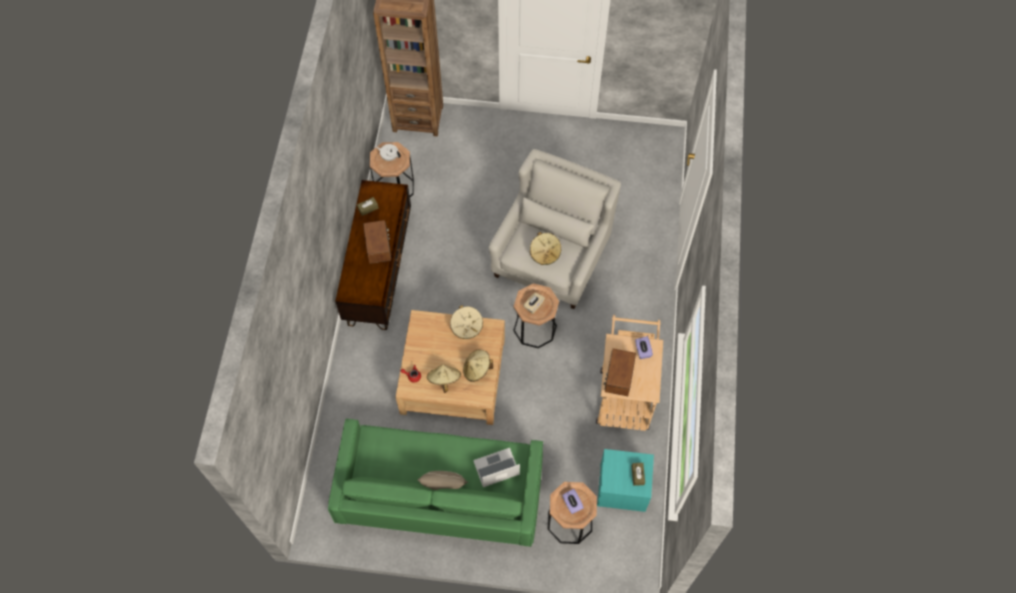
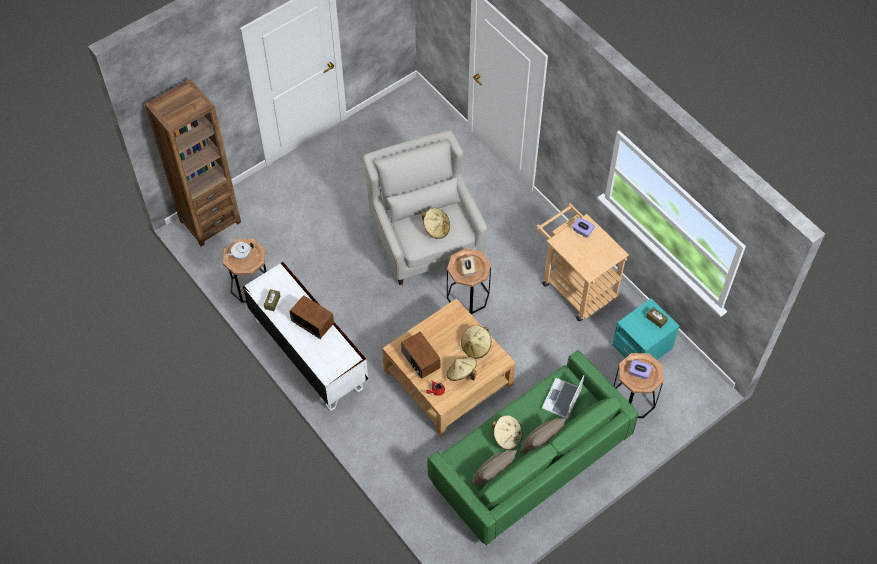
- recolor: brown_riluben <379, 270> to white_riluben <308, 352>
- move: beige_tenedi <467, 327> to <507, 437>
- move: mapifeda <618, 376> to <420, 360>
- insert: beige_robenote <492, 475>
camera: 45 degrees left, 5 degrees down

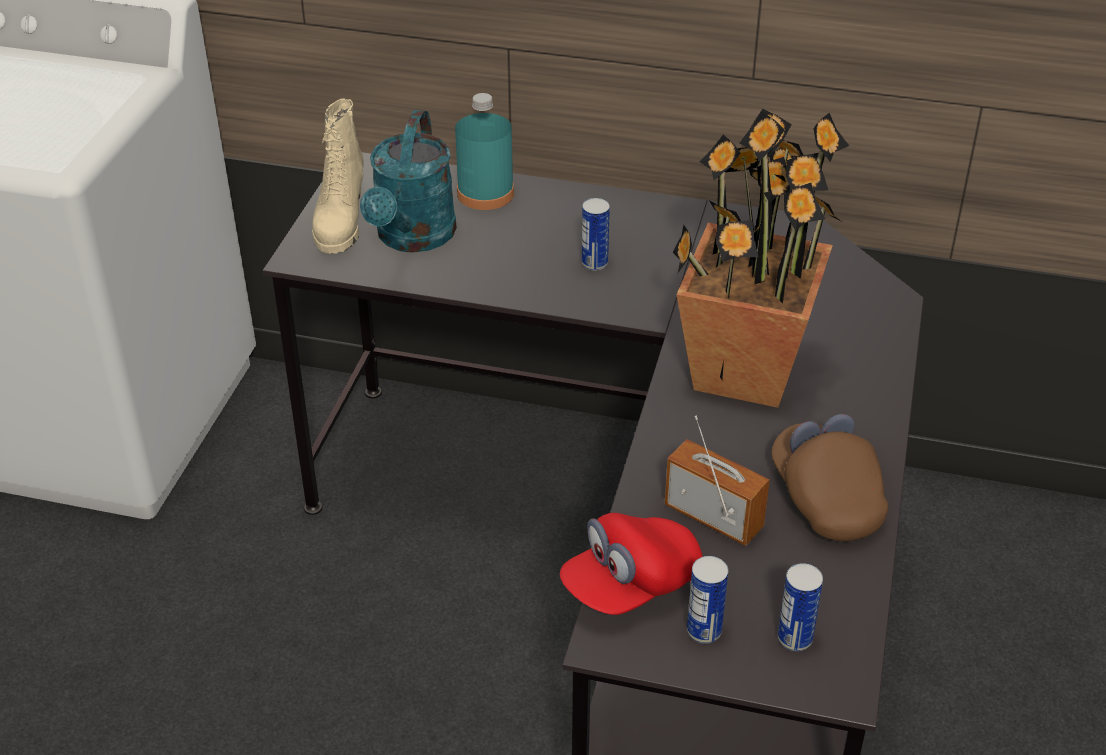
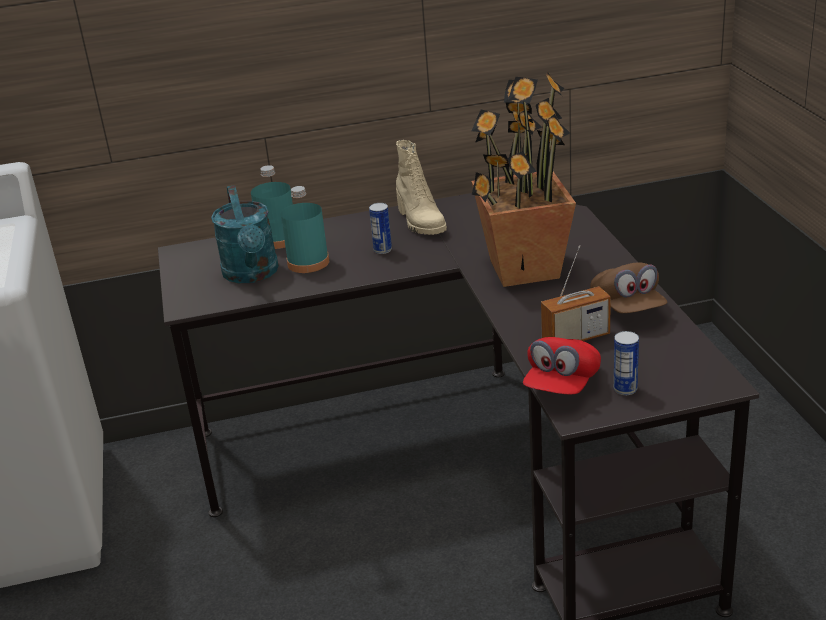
- move: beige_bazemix <340, 223> to <420, 222>
- rotate: mapifeda <713, 517> = <576, 338> 150 degrees clockwise
- rotate: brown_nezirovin <825, 498> = <628, 307> 150 degrees counterclockwise
- delete: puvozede <794, 638>
- insert: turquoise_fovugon <308, 263>
camera: 25 degrees left, 10 degrees down

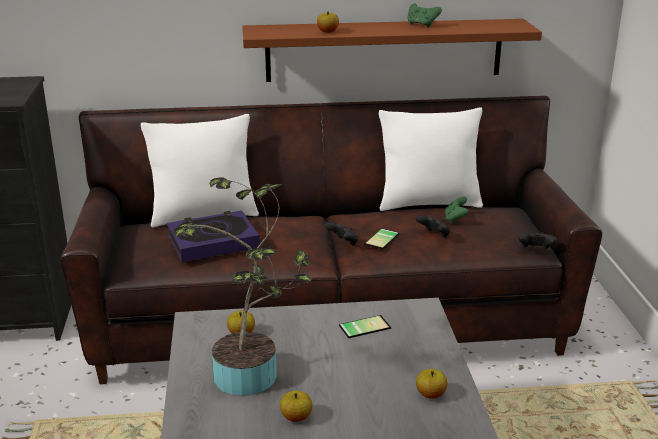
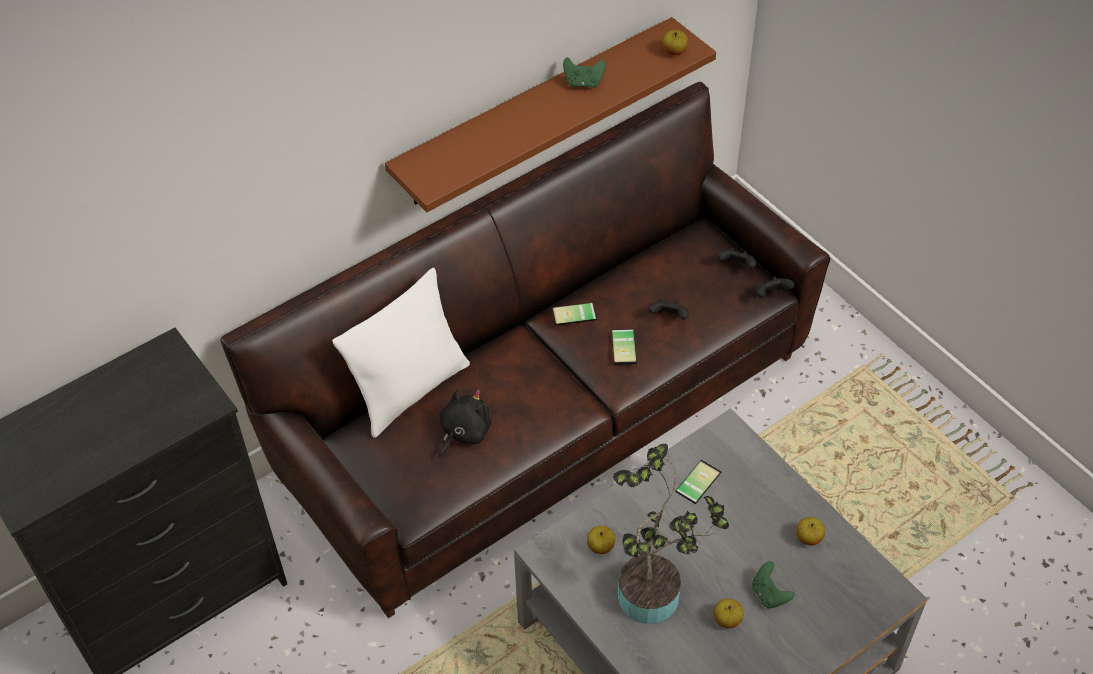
- replace: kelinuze <213, 242> to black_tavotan <463, 432>
- move: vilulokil <327, 32> to <674, 52>
- move: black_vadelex <343, 243> to <737, 266>
- delete: white_robenote <429, 203>
- move: green_vadelex <455, 219> to <769, 594>
- insert: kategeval <574, 316>
camera: 30 degrees left, 25 degrees up

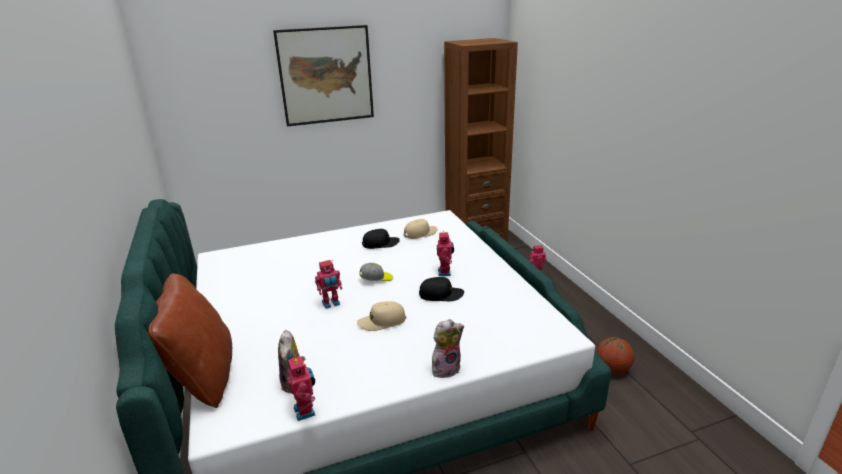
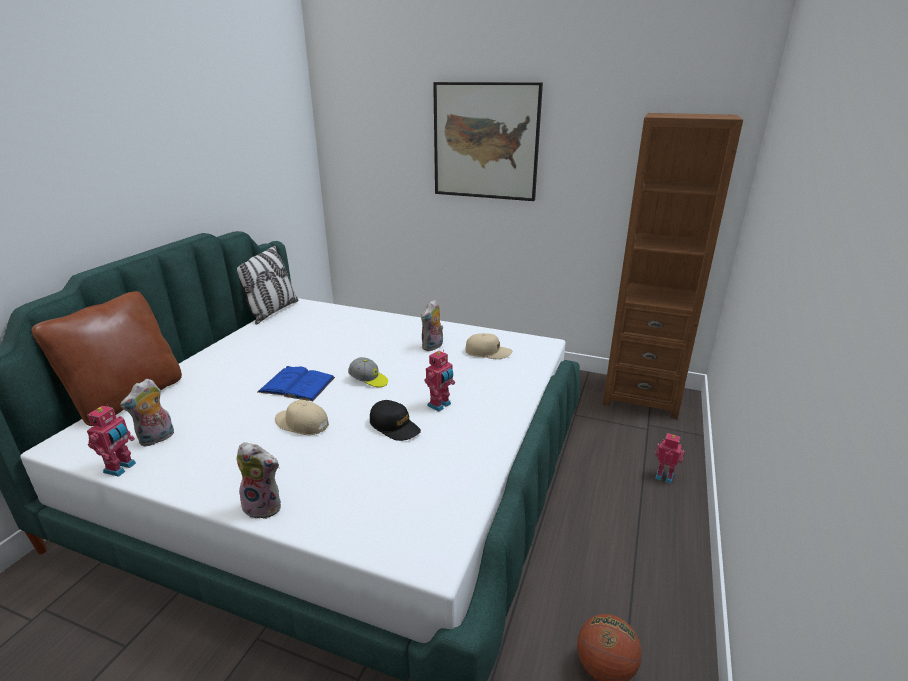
- replace: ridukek <331, 304> to blue_kelinuze <297, 384>
- replace: black_nezirovin <380, 243> to tavotan <433, 347>
- insert: robenote <272, 311>
camera: 40 degrees right, 0 degrees up

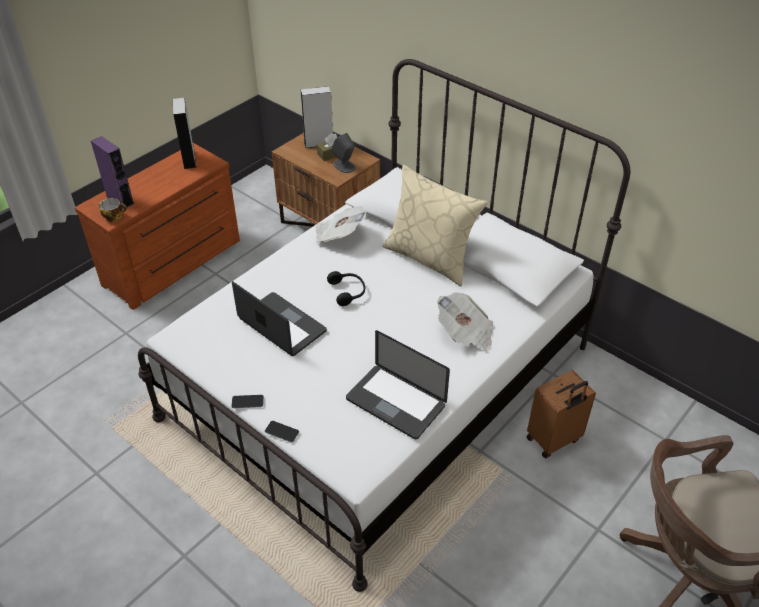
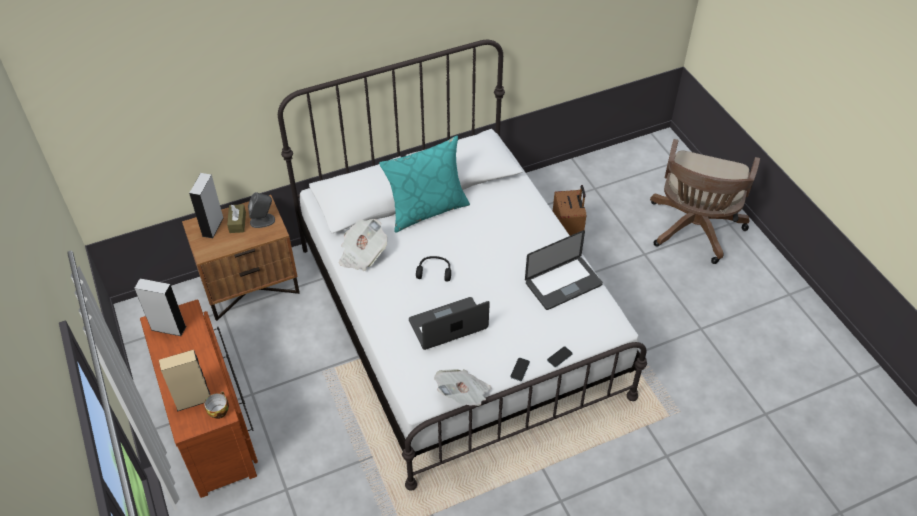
- recolor: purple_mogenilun <120, 199> to beige_mogenilun <193, 400>
- recolor: beige_robenote <430, 258> to turquoise_robenote <427, 209>
- move: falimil <465, 333> to <463, 394>
camera: 65 degrees left, 5 degrees up

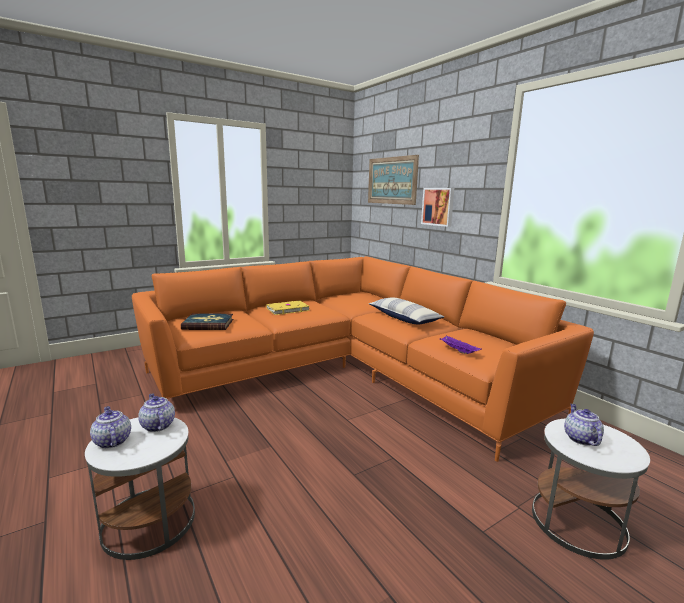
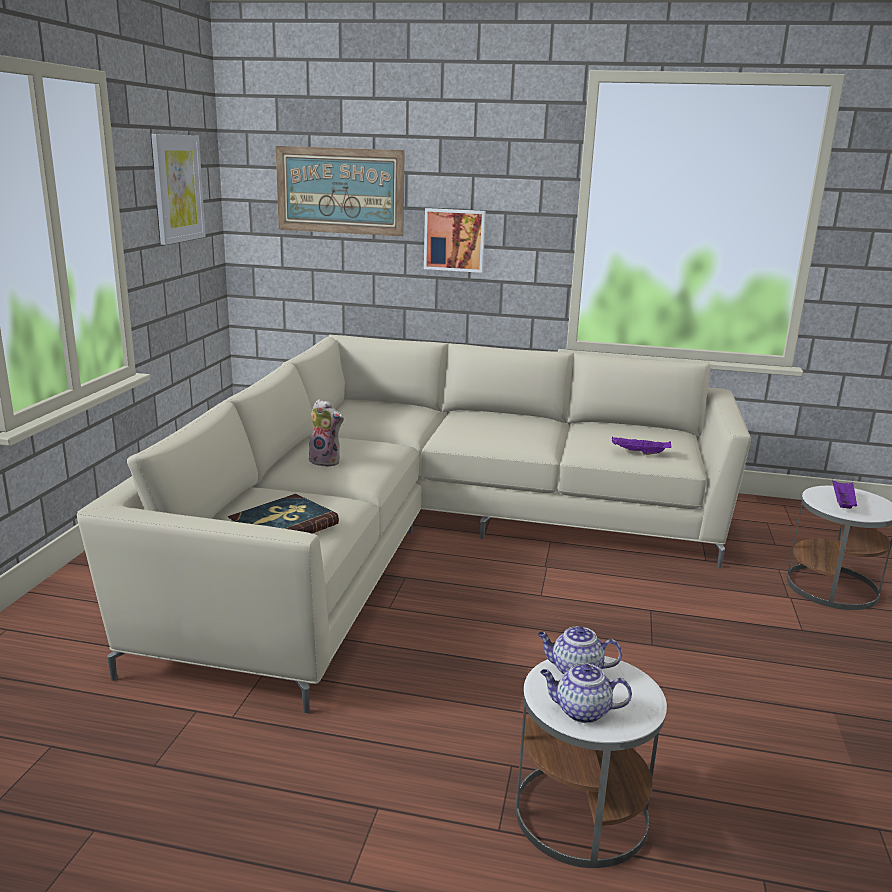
- recolor: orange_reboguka <347, 371> to beige_reboguka <425, 537>
- replace: yellow_kelinuze <287, 309> to tavotan <326, 461>
- delete: robenote <404, 318>
- replace: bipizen <580, 438> to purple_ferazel <842, 503>
- insert: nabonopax <177, 188>
camera: 45 degrees left, 5 degrees up

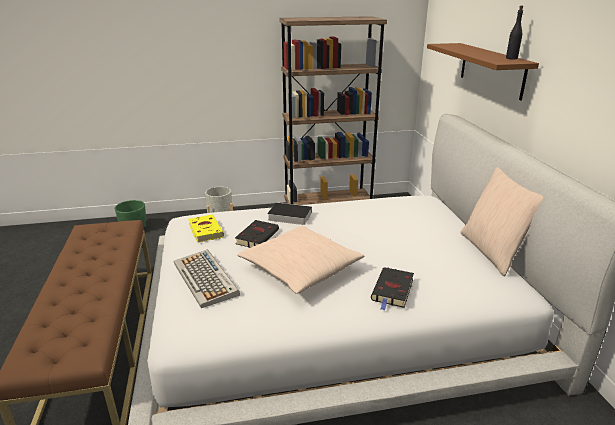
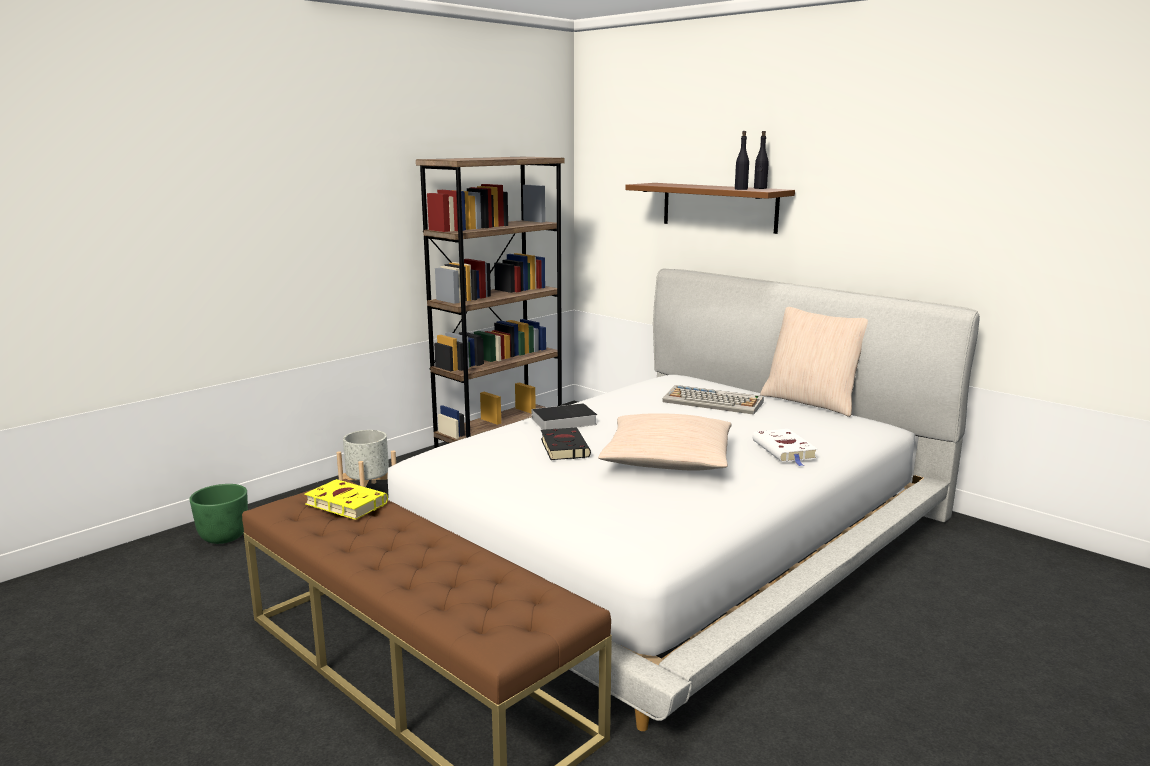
- move: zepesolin <206, 279> to <714, 402>
- move: yellow_kelinuze <205, 230> to <344, 503>
- recolor: black_kelinuze <392, 291> to white_kelinuze <785, 450>
- insert: black_fovugon <741, 189>
camera: 35 degrees left, 10 degrees down

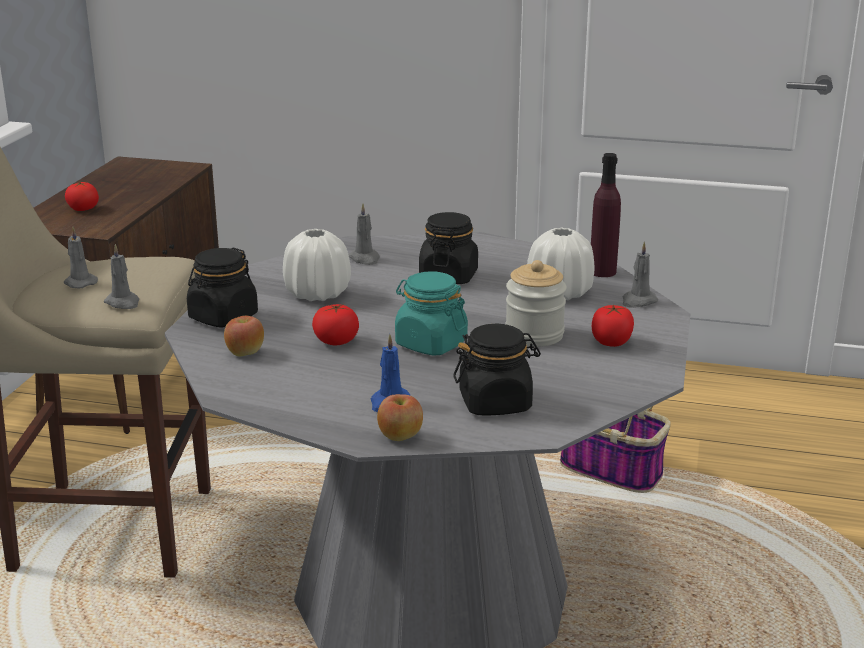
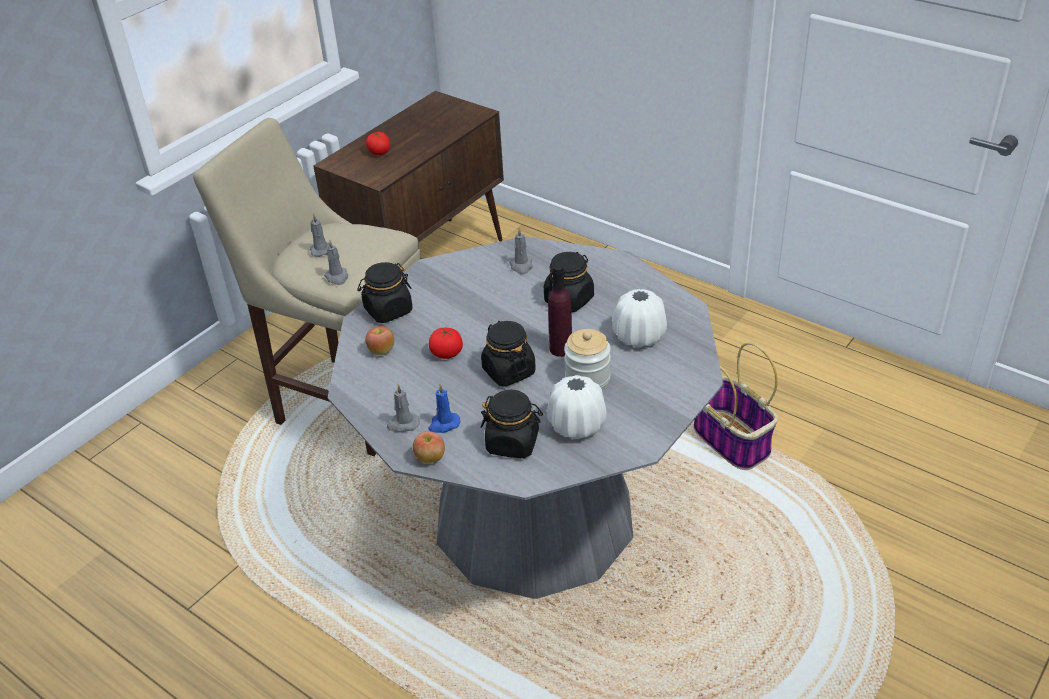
- move: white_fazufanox <317, 294> to <577, 425>
- recolor: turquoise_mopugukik <430, 344> to black_mopugukik <508, 371>
- move: purple_fovugon <602, 272> to <561, 349>
- delete: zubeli <611, 342>
- move: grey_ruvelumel <638, 301> to <403, 424>
camera: 25 degrees right, 15 degrees up

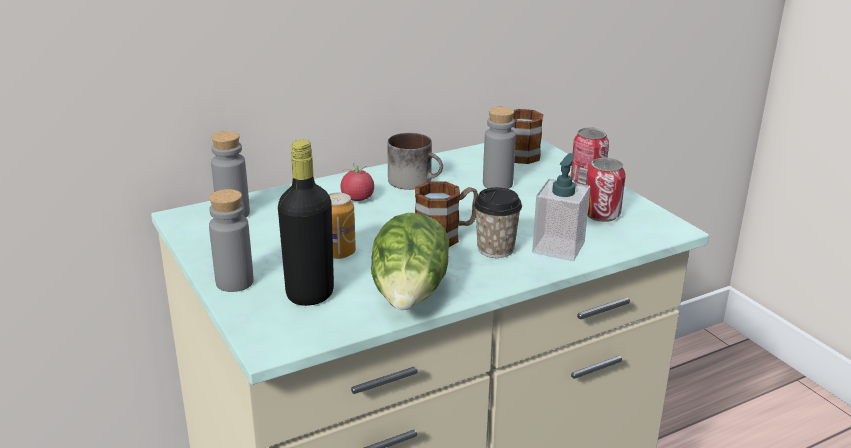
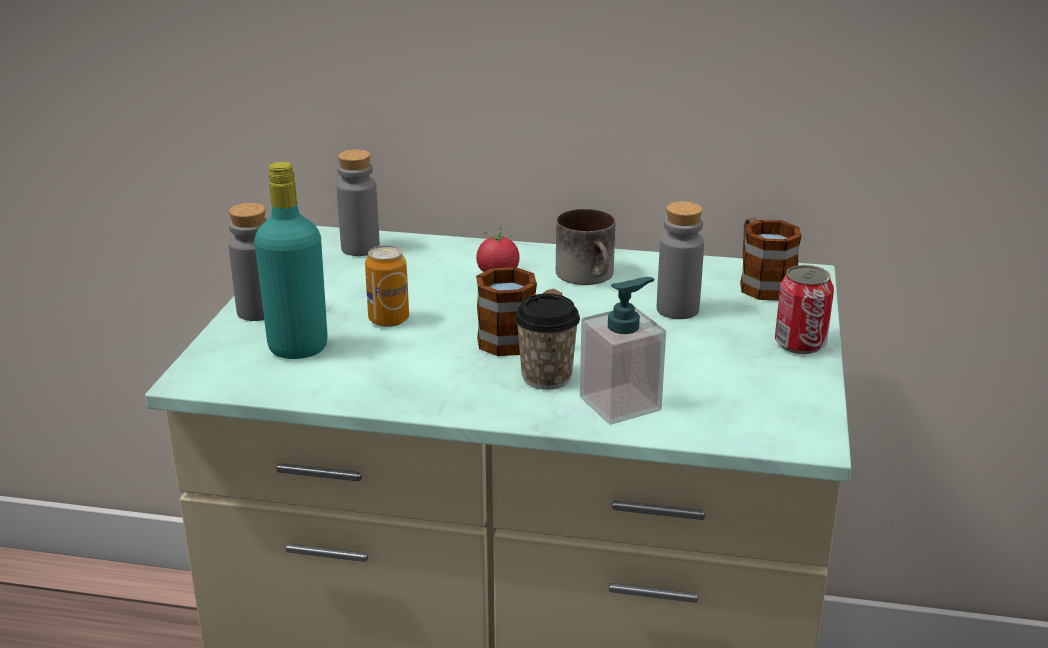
- recolor: black_fovugon <310, 294> to turquoise_fovugon <298, 348>
- delete: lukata <410, 295>
- delete: puvozede <601, 215>
camera: 40 degrees right, 0 degrees up

